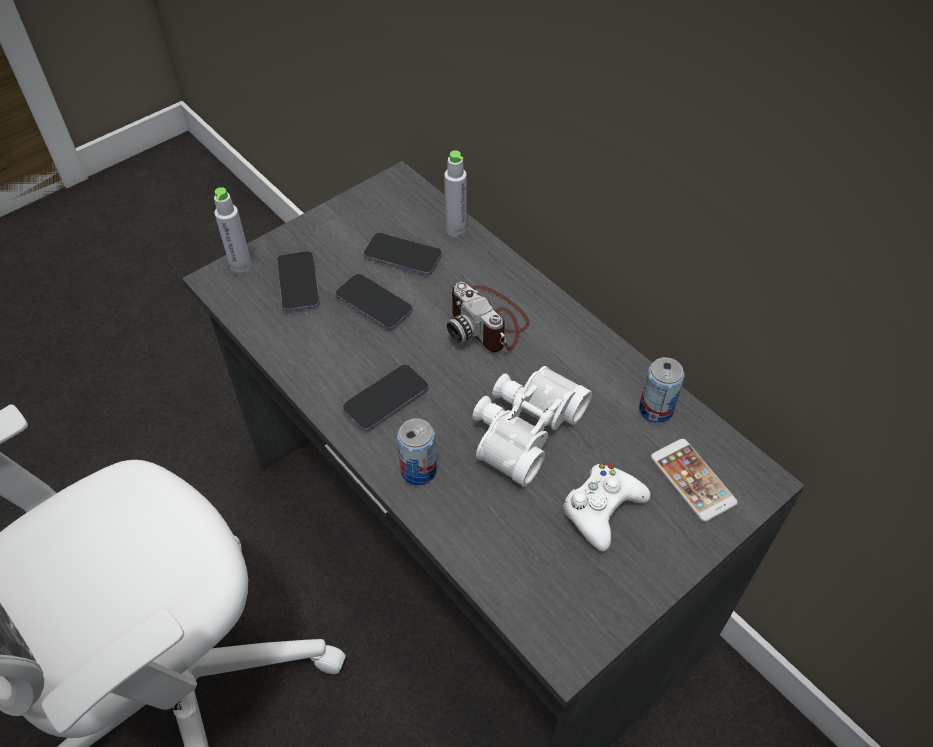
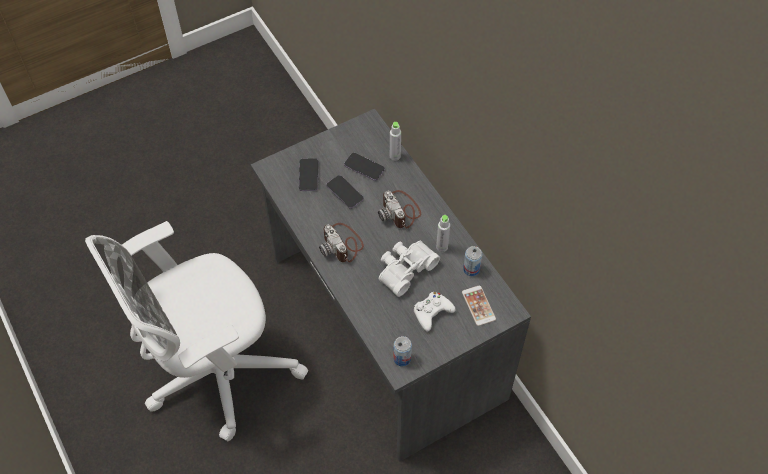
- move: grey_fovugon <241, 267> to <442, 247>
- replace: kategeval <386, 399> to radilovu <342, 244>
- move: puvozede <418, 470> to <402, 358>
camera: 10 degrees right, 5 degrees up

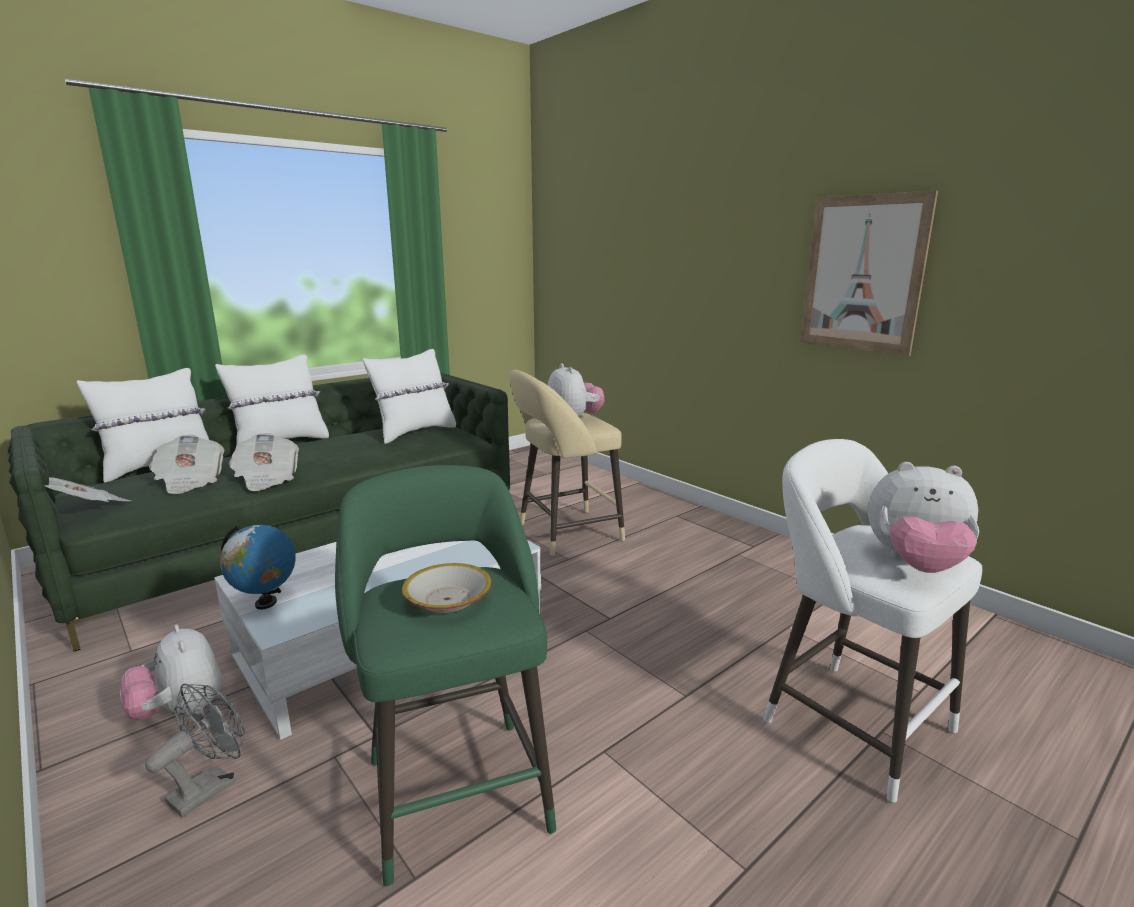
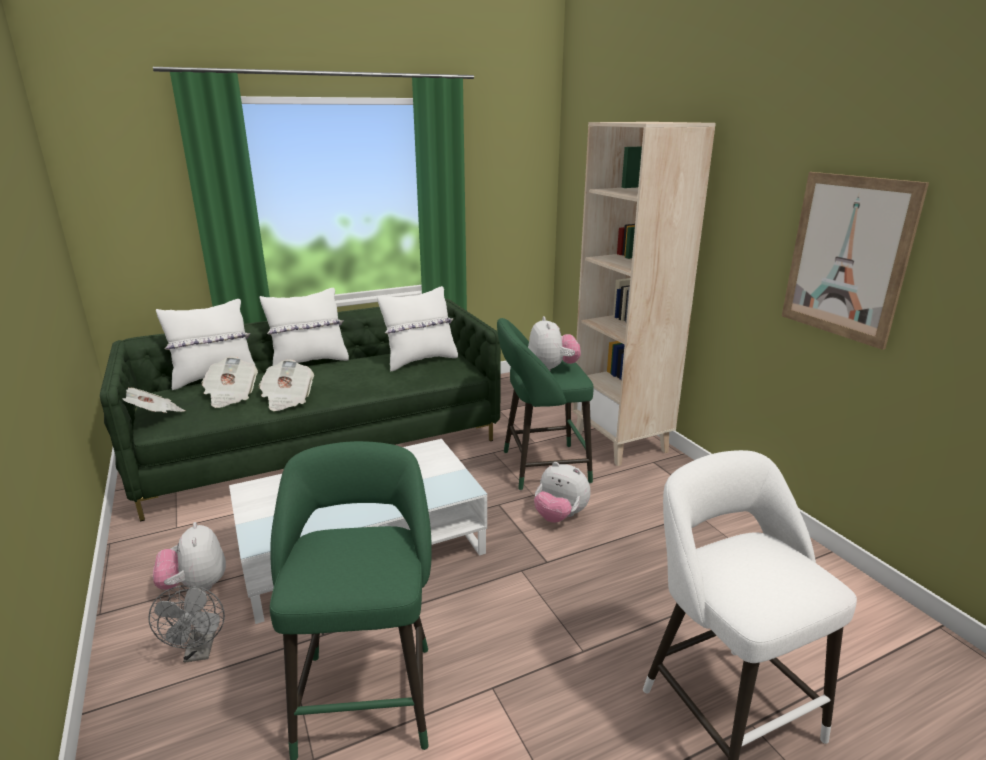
- rotate: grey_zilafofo <210, 786> = <200, 651> 120 degrees clockwise
- delete: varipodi <265, 603>
- delete: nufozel <447, 600>
- recolor: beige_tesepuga <564, 533> to green_tesepuga <540, 467>
- move: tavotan <915, 565> to <560, 516>
- insert: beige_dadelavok <621, 442>
camera: 15 degrees right, 5 degrees up

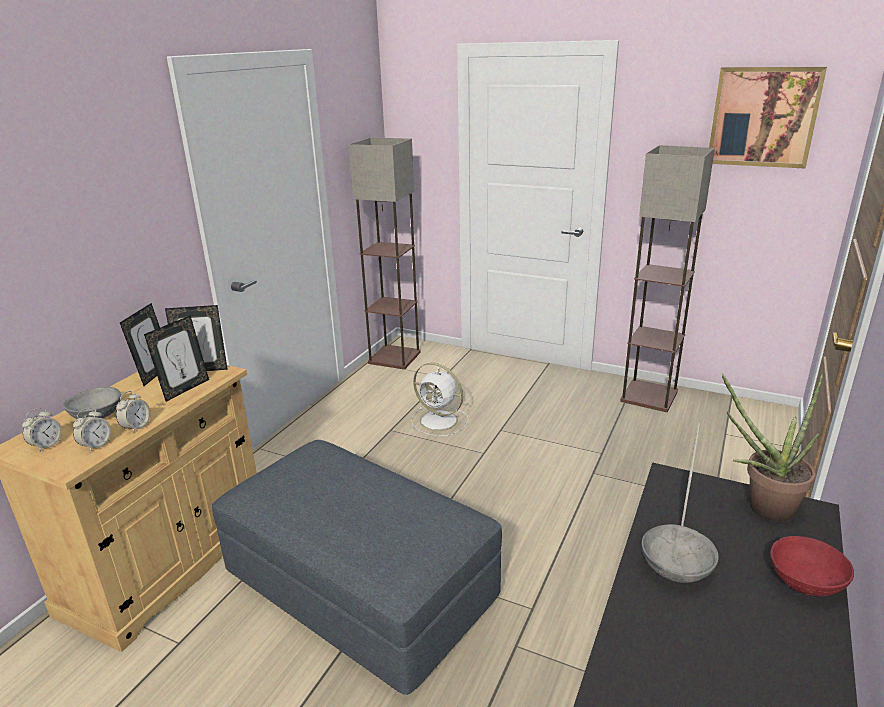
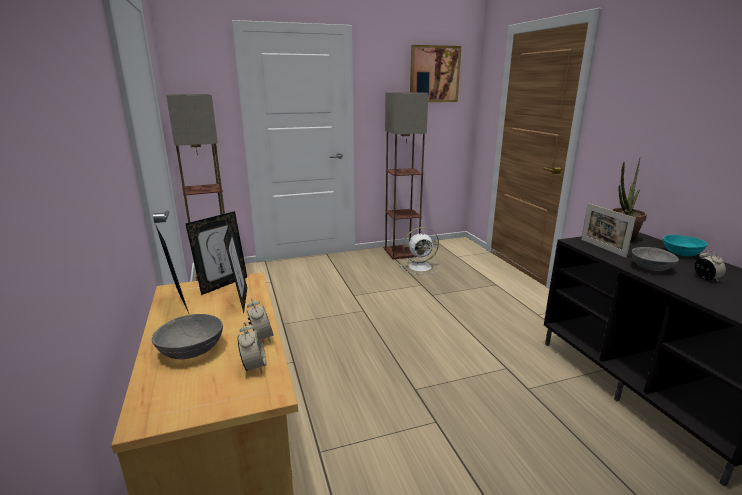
- move: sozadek <46, 445> to <706, 278>
- delete: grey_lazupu <360, 587>
- move: white_zilafofo <440, 421> to <421, 267>
- recolor: red_nufozel <807, 581> to turquoise_nufozel <681, 253>
camera: 45 degrees left, 5 degrees down

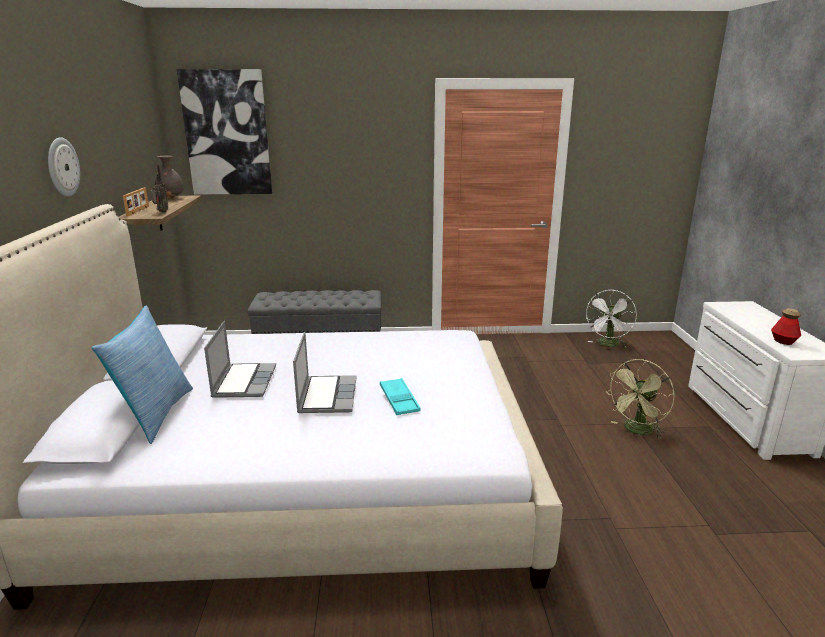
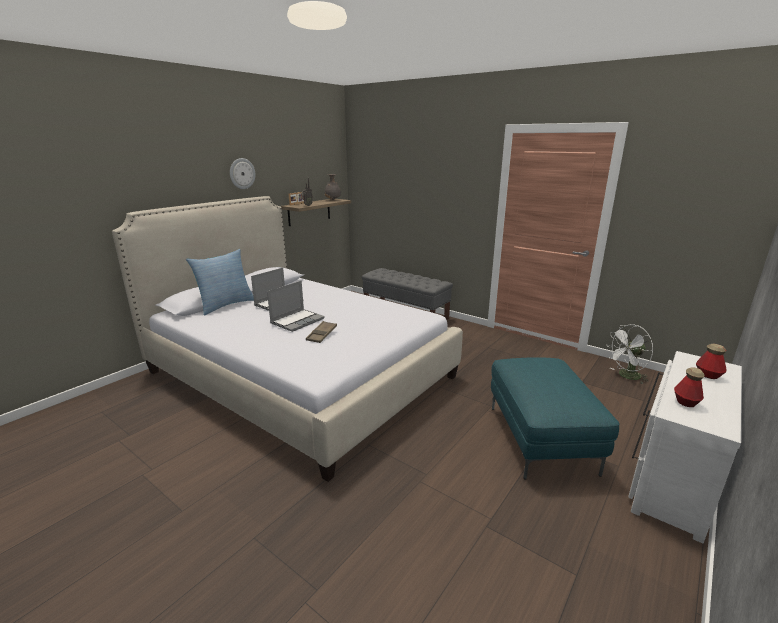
- delete: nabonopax <227, 133>
- recolor: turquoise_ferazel <399, 400> to brown_ferazel <322, 334>
- replace: green_zilafofo <636, 431> to turquoise_lazupu <541, 439>
- insert: fovugon <708, 375>
camera: 40 degrees right, 0 degrees up

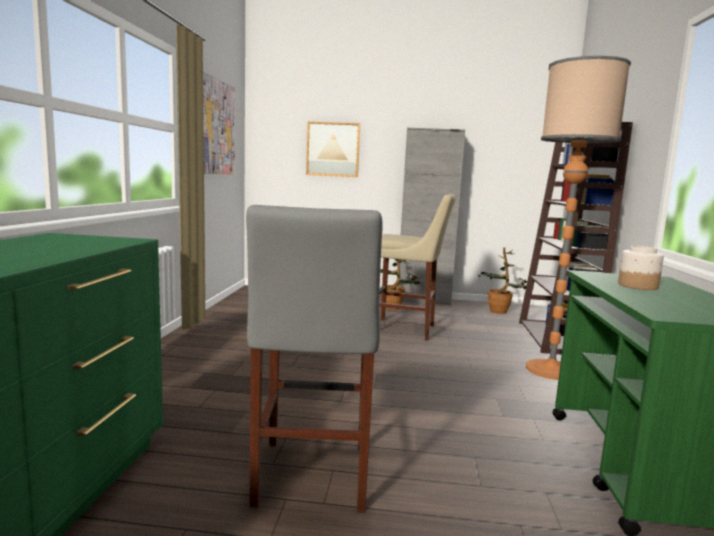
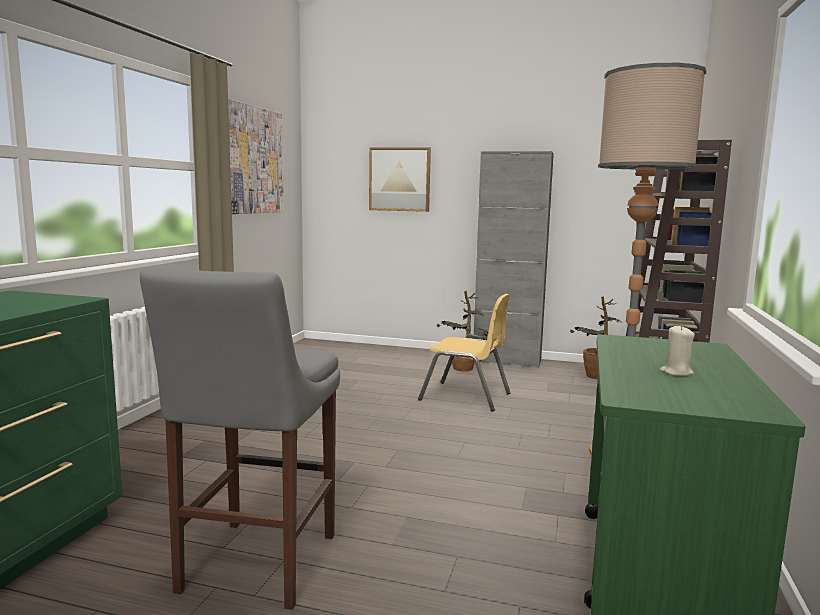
- replace: beige_tesepuga <407, 329> to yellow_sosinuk <465, 397>
- delete: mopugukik <637, 286>
- insert: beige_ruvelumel <676, 372>
camera: 10 degrees right, 0 degrees up

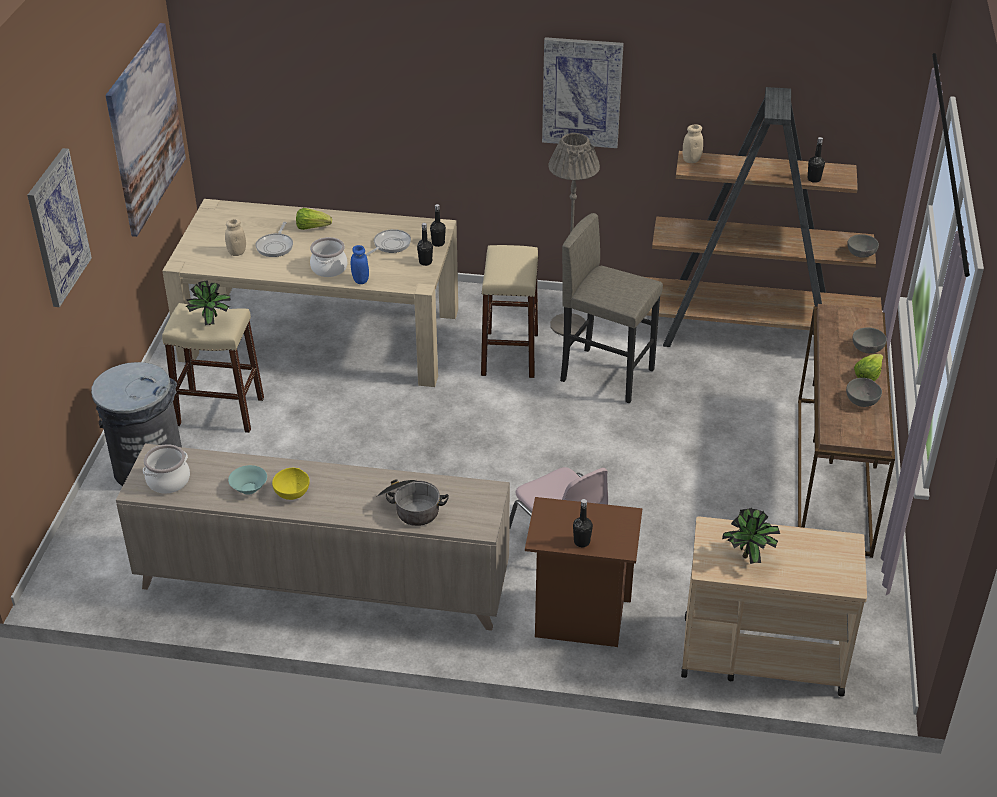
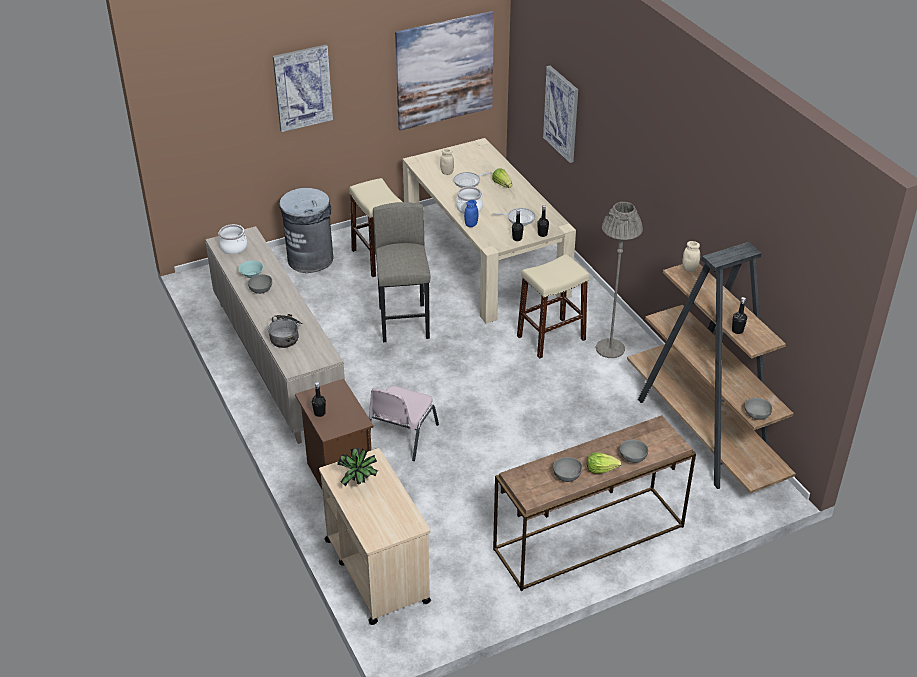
- delete: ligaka <212, 324>
- recolor: yellow_nufozel <293, 492> to grey_nufozel <261, 290>
- move: nabonopax <582, 92> to <561, 113>
- move: grey_tesepuga <607, 375> to <404, 323>
camera: 55 degrees right, 0 degrees up

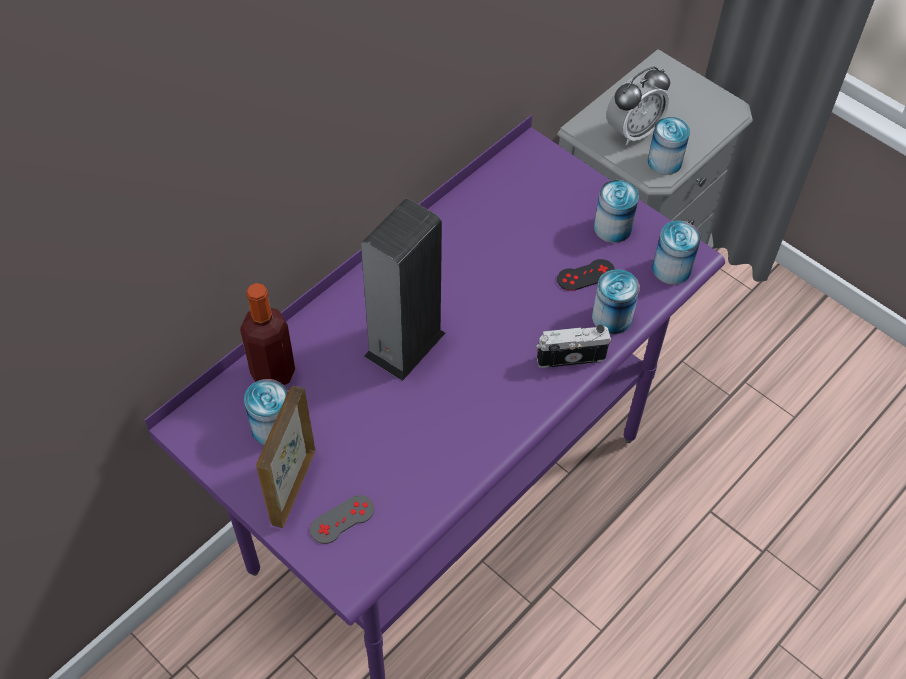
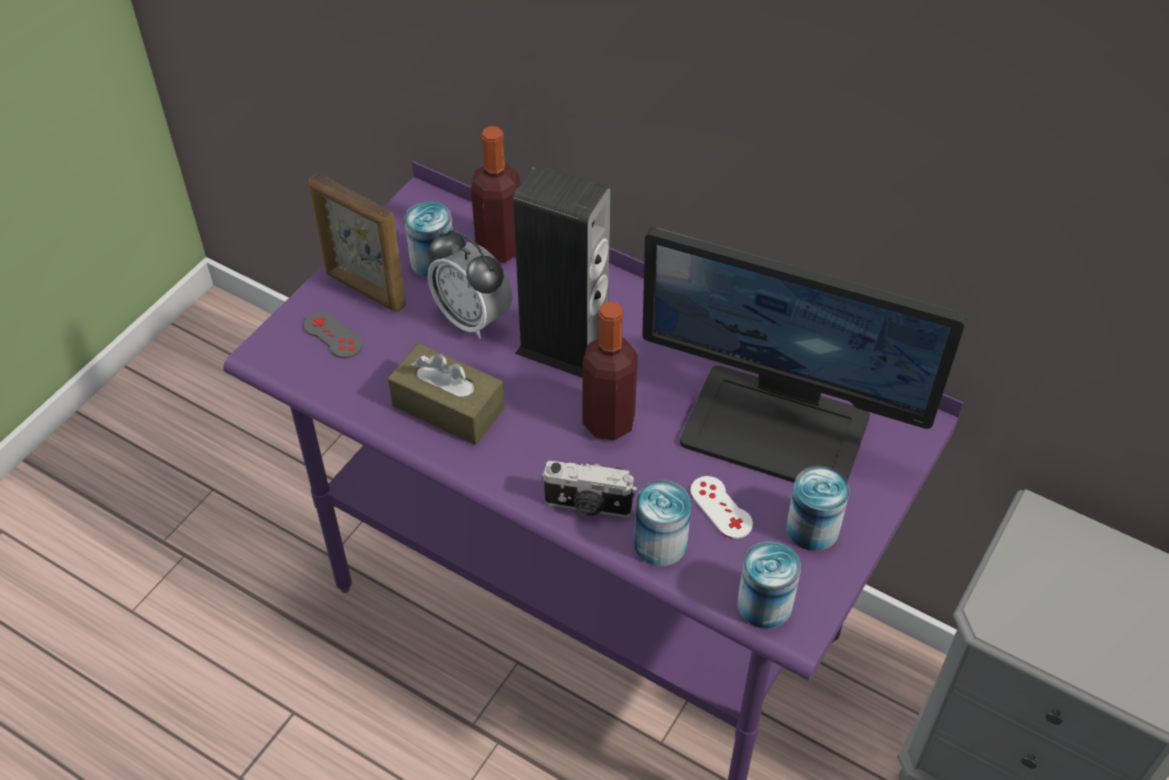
- rotate: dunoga <292, 487> = <365, 290> 150 degrees counterclockwise
- rotate: radilovu <570, 356> = <588, 506> 120 degrees clockwise
- recolor: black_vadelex <585, 275> to white_vadelex <721, 507>
- move: sozadek <633, 132> to <472, 318>
- delete: puvozede <664, 162>
- insert: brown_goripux <448, 407>
- insert: fovugon <608, 422>
- insert: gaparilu <777, 427>
camera: 80 degrees right, 5 degrees down

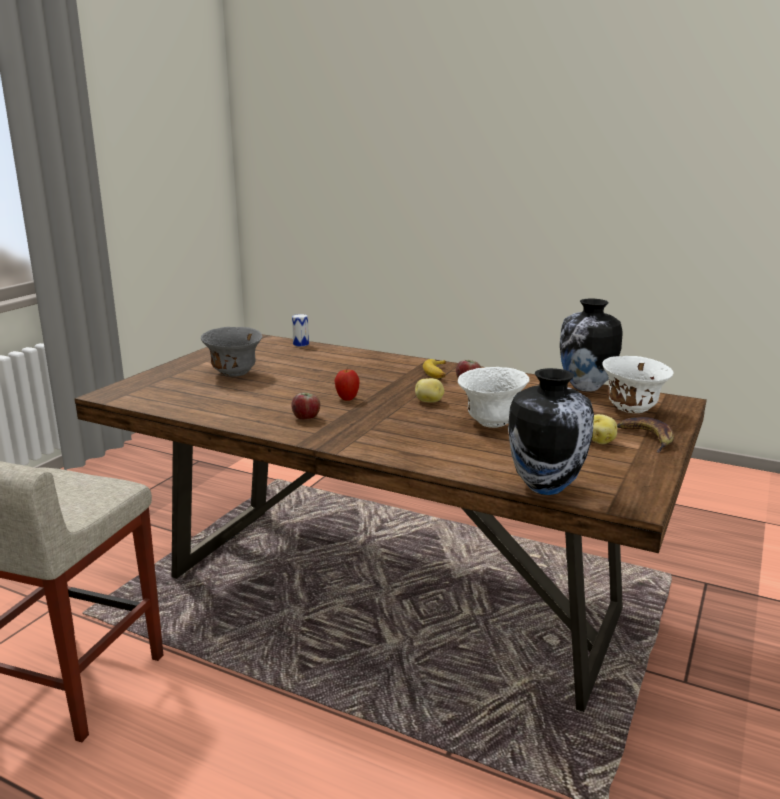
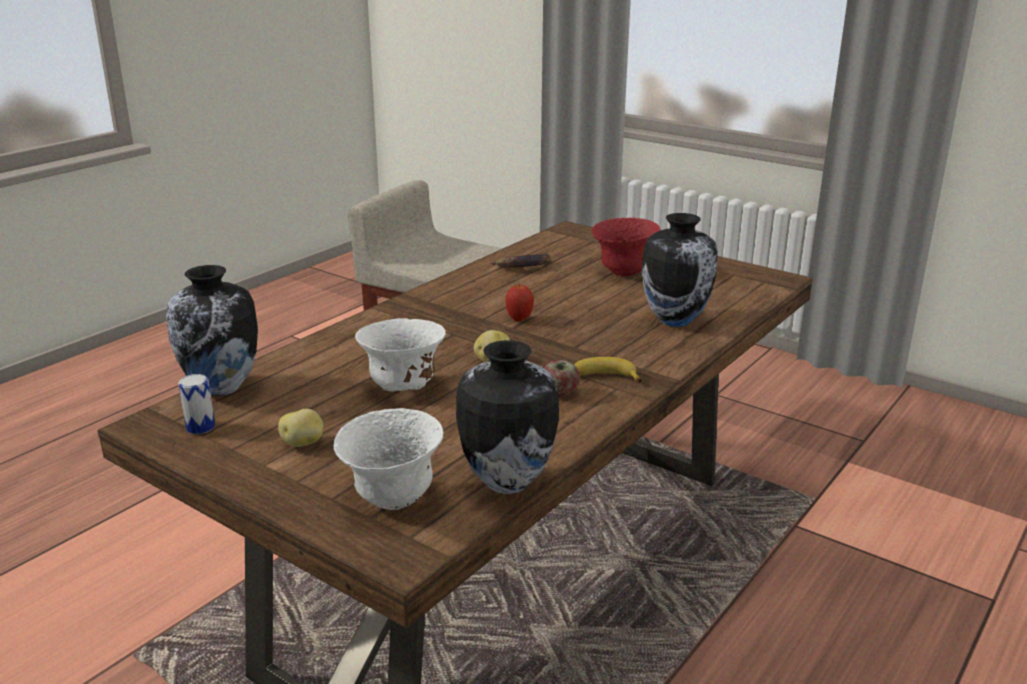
- recolor: grey_nufozel <234, 374> to red_nufozel <623, 272>
- delete: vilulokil <306, 418>
- move: puvozede <301, 344> to <200, 427>
- move: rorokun <647, 438> to <523, 267>
- insert: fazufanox <675, 320>
camera: 100 degrees right, 5 degrees up

